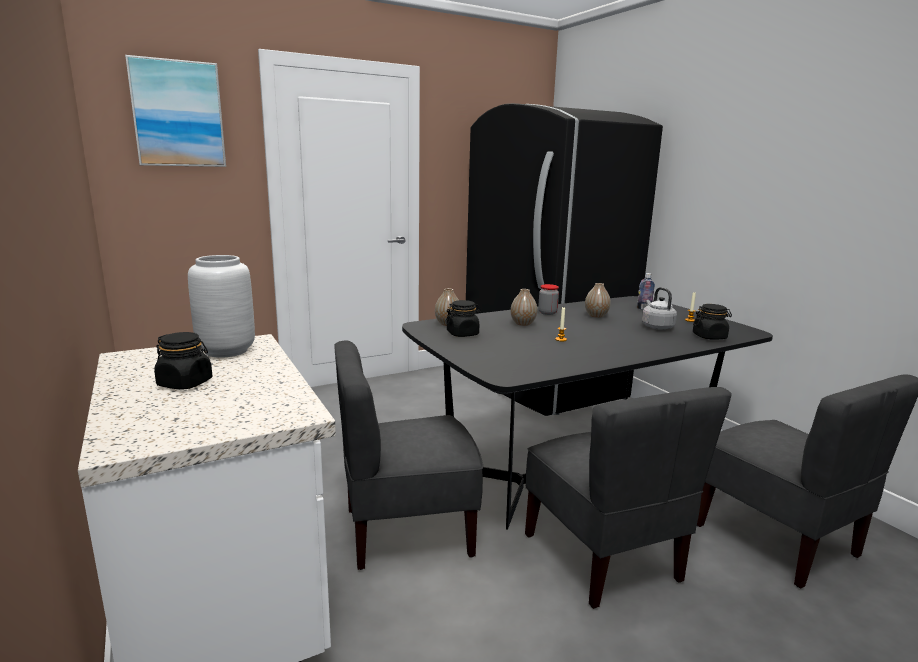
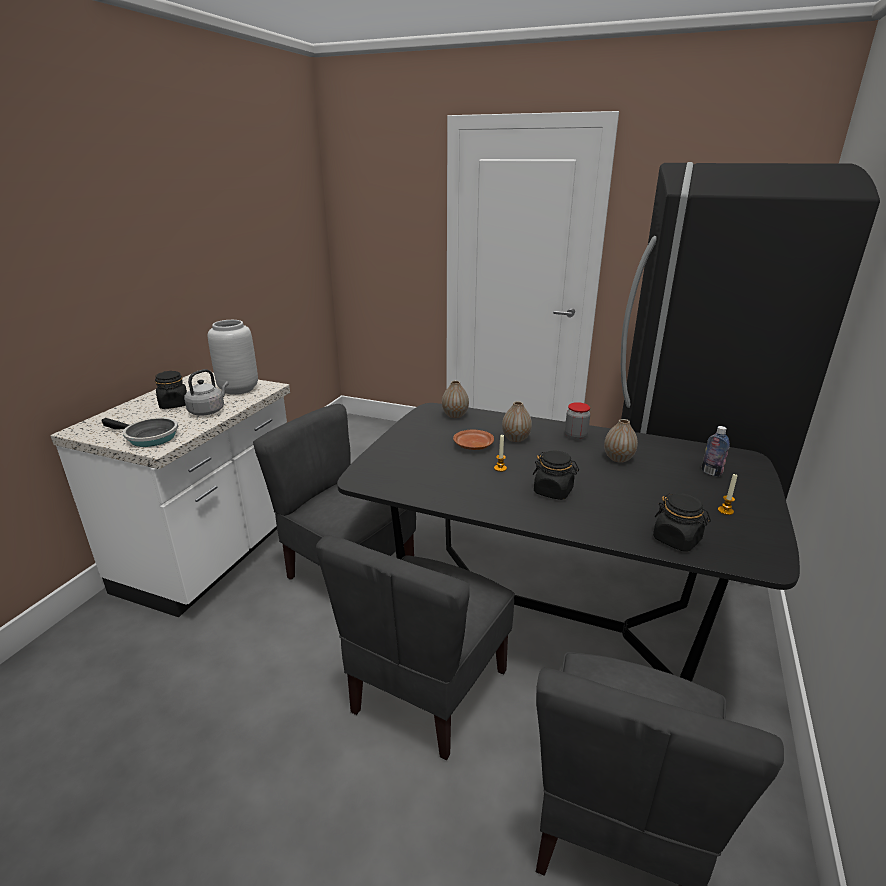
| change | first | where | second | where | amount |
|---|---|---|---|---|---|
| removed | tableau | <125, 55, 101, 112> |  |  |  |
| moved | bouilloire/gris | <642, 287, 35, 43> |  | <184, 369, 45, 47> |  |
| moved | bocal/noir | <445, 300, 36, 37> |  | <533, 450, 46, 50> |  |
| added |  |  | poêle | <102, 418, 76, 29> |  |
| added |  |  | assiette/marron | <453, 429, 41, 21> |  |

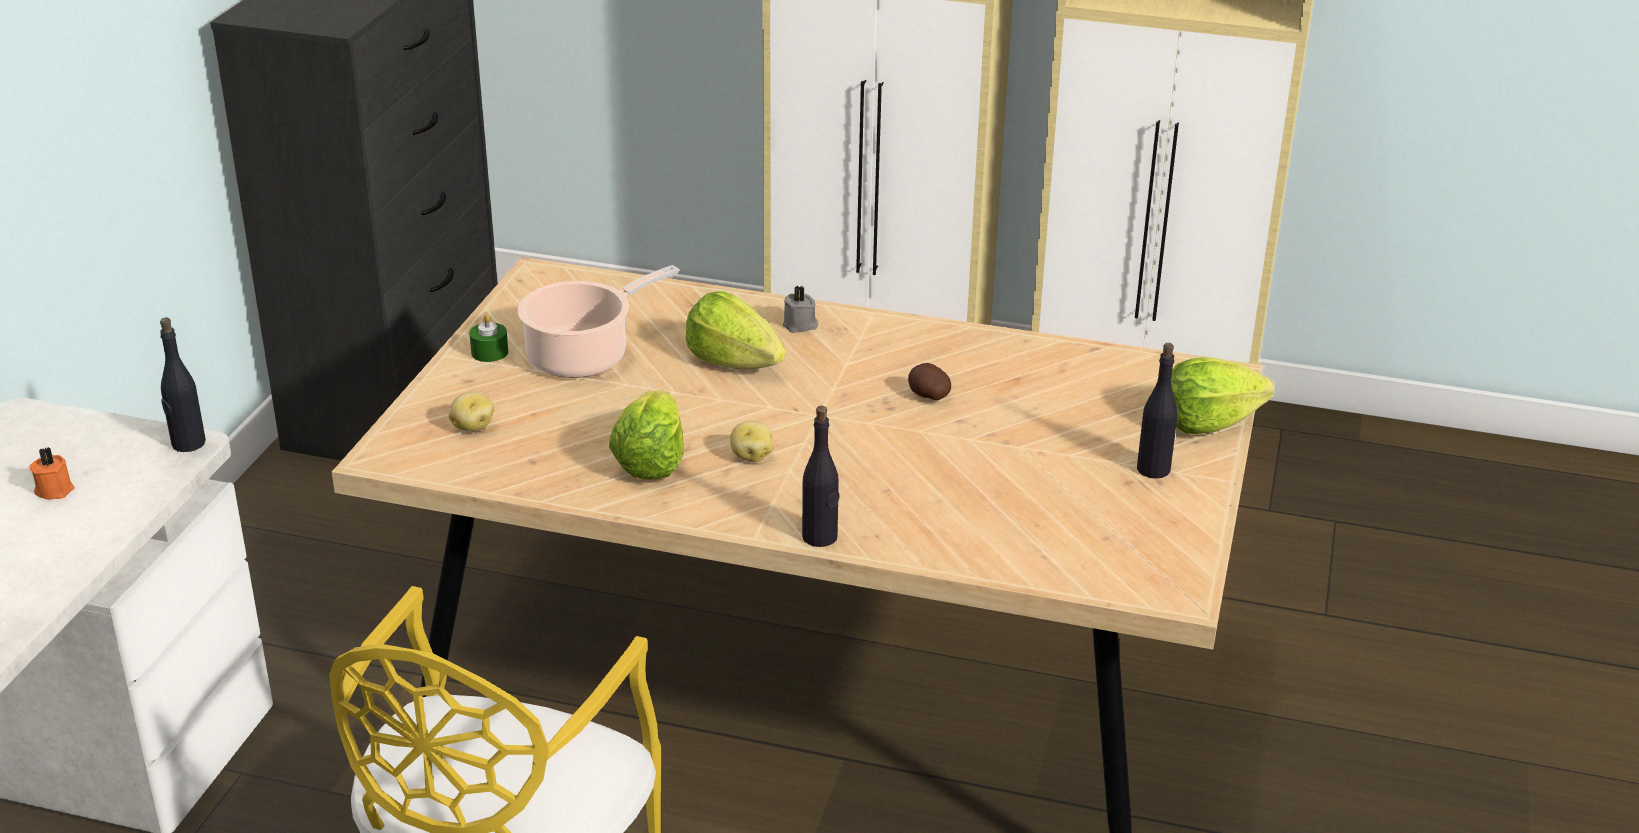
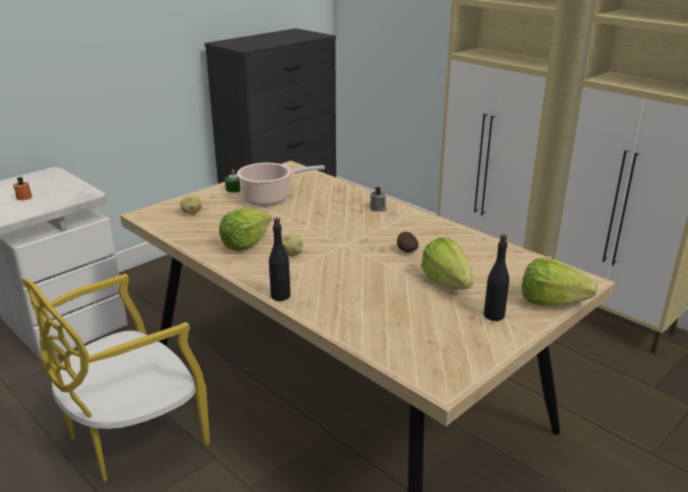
| change | first | where | second | where | amount |
|---|---|---|---|---|---|
| moved | laitue | <686, 291, 100, 78> |  | <421, 238, 52, 52> |  |
| removed | bouteille/noir | <160, 318, 46, 134> |  |  |  |

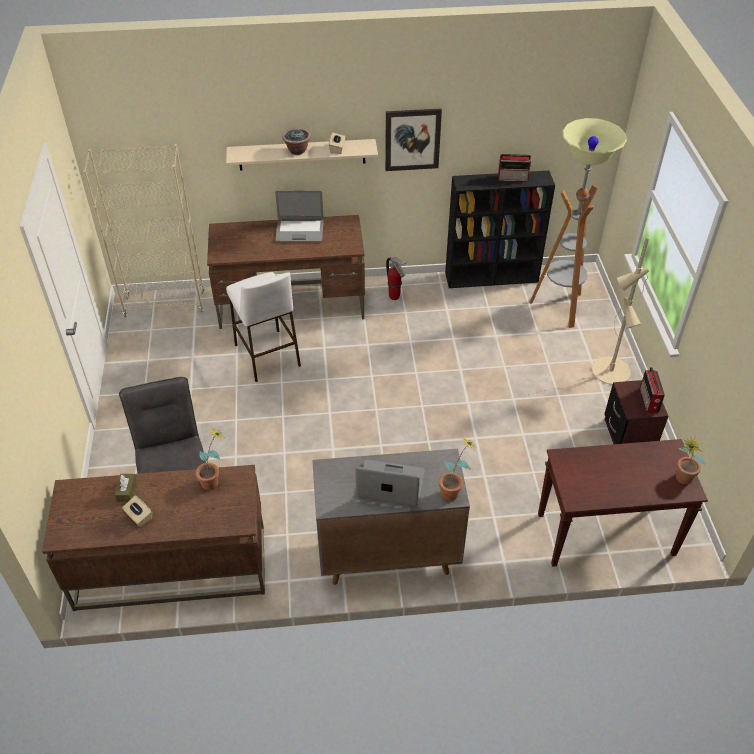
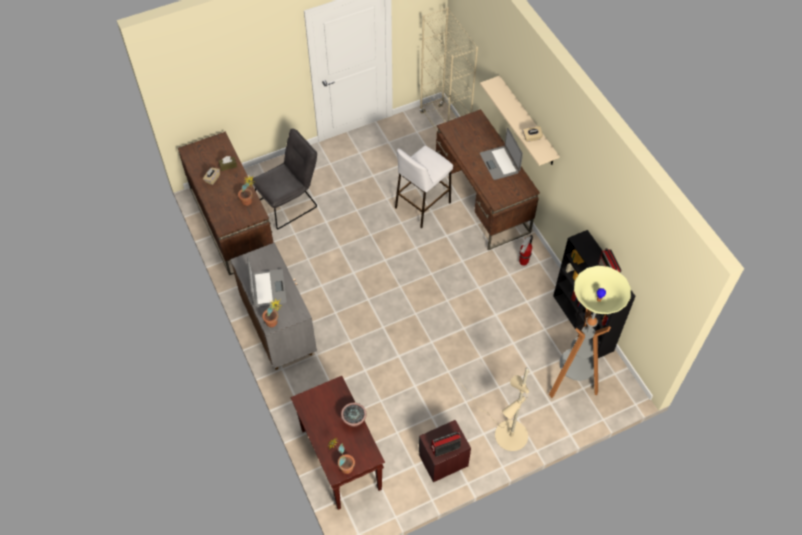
| change | first | where | second | where | amount |
|---|---|---|---|---|---|
| removed | tableau | <385, 109, 57, 62> |  |  |  |
| moved | plante en pot | <282, 128, 29, 27> |  | <341, 403, 25, 24> |  |

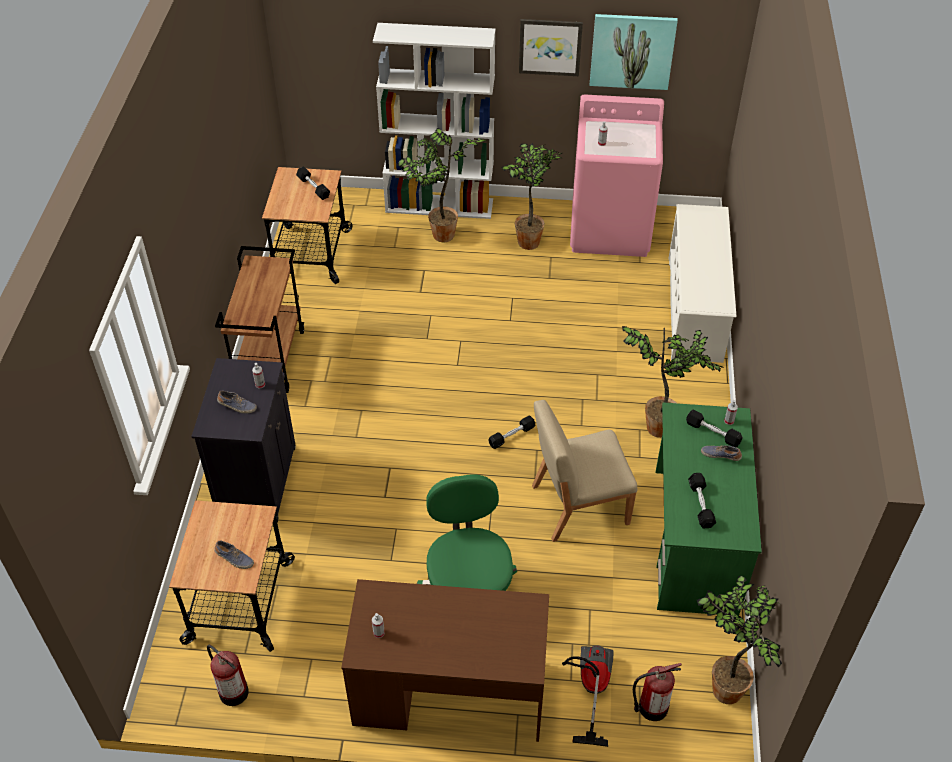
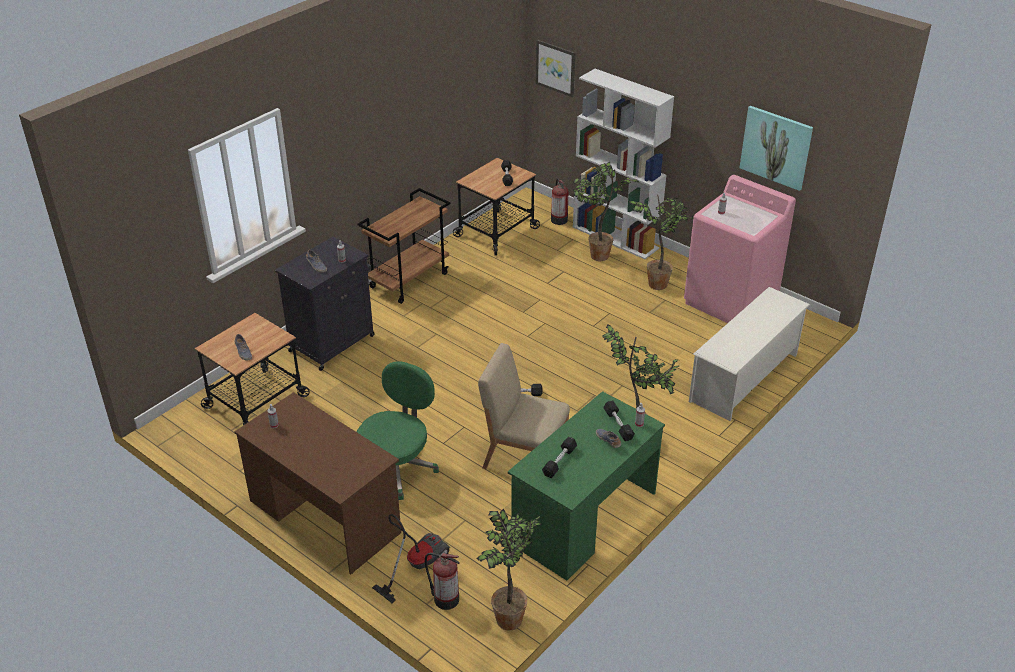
| change | first | where | second | where | amount |
|---|---|---|---|---|---|
| moved | tableau | <519, 19, 64, 57> |  | <536, 40, 39, 57> |  |
| moved | extincteur | <207, 645, 42, 61> |  | <551, 178, 17, 47> |  |

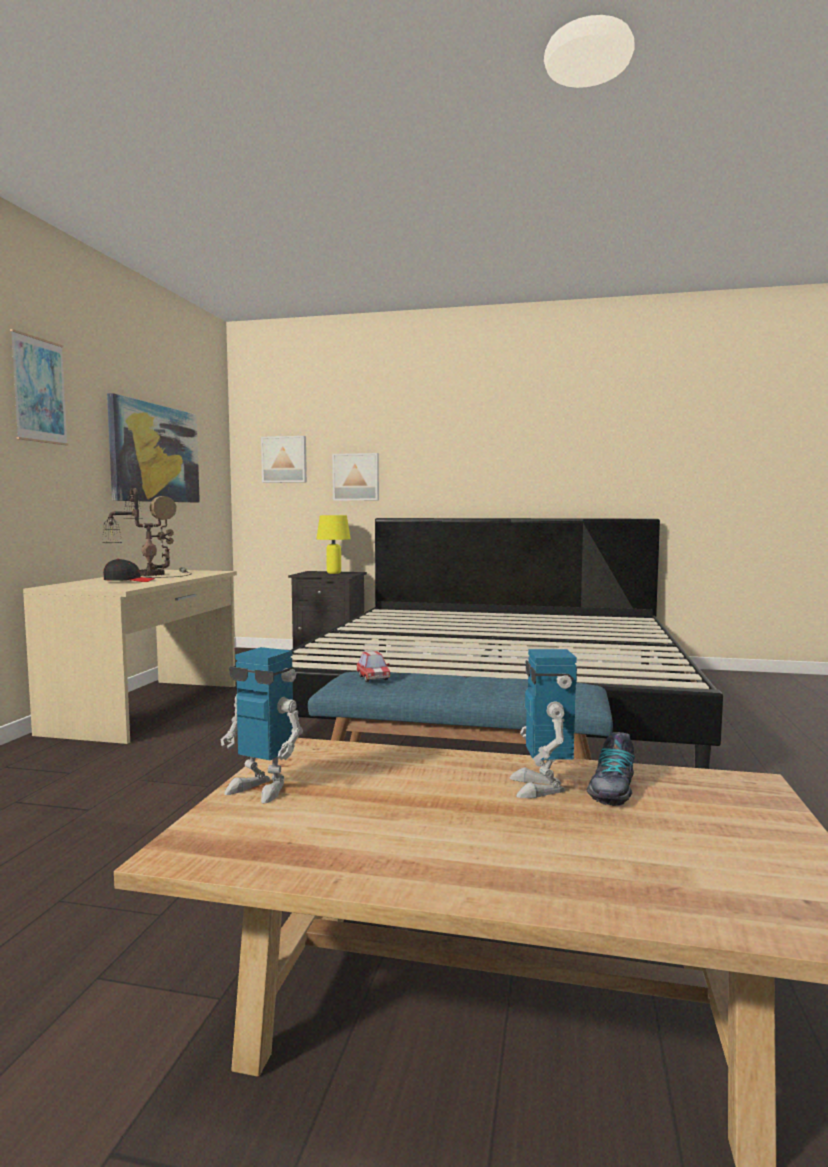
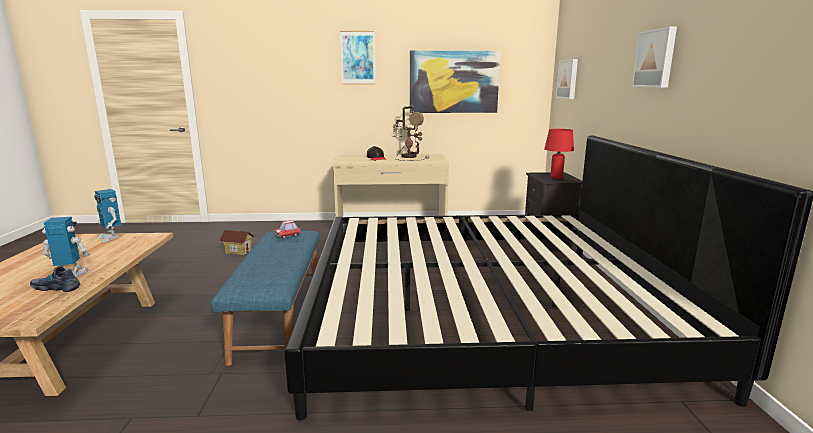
| change | first | where | second | where | amount |
|---|---|---|---|---|---|
| moved | tableau | <332, 453, 47, 48> |  | <632, 26, 45, 61> |  |
| recoloured | lampe de table/jaune | <317, 515, 34, 59> | lampe de table/rouge | <544, 129, 30, 50> |  |
| turned | robot jouet | <220, 647, 83, 156> |  | <94, 189, 27, 53> | 60 degrees counterclockwise |
| added |  |  | maison miniature | <219, 230, 36, 25> |  |

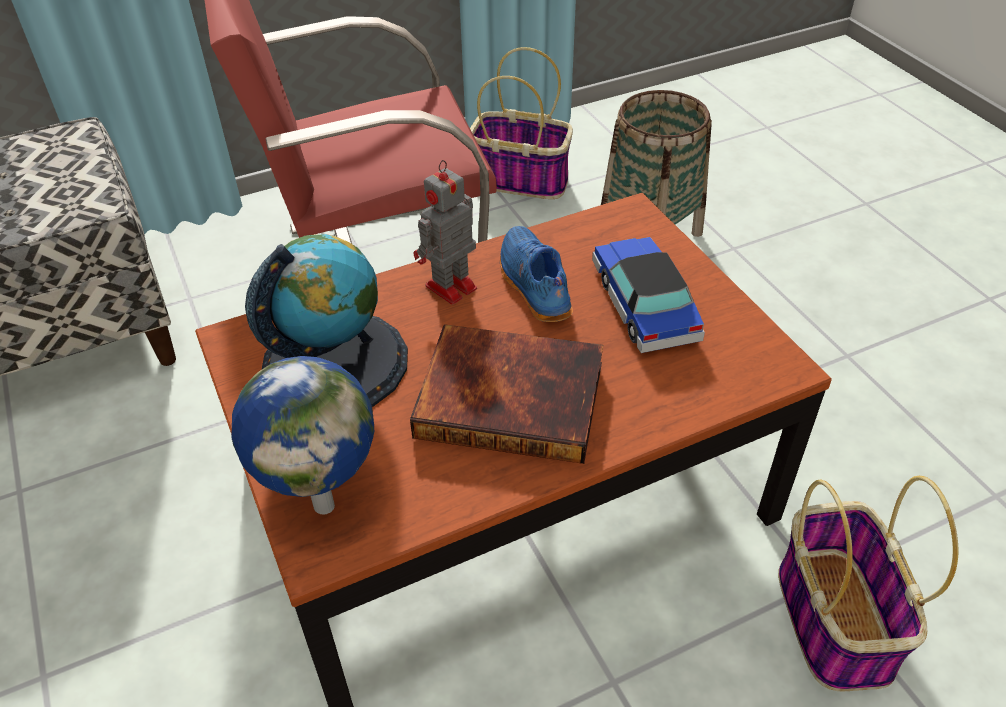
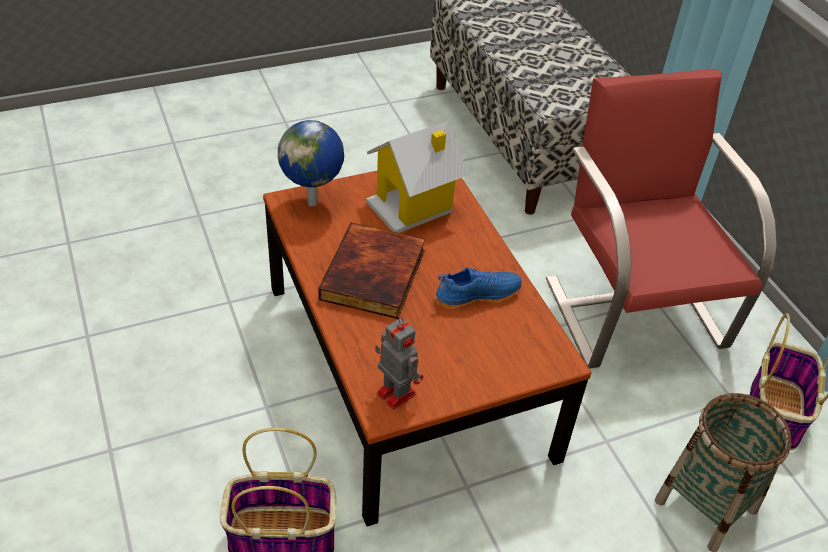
| change | first | where | second | where | amount |
|---|---|---|---|---|---|
| moved | robot jouet | <414, 160, 63, 145> |  | <375, 317, 49, 92> |  |
| replaced | globe | <245, 234, 163, 173> | maison miniature | <366, 121, 102, 112> |  |
| removed | petite voiture | <592, 237, 113, 116> |  |  |  |

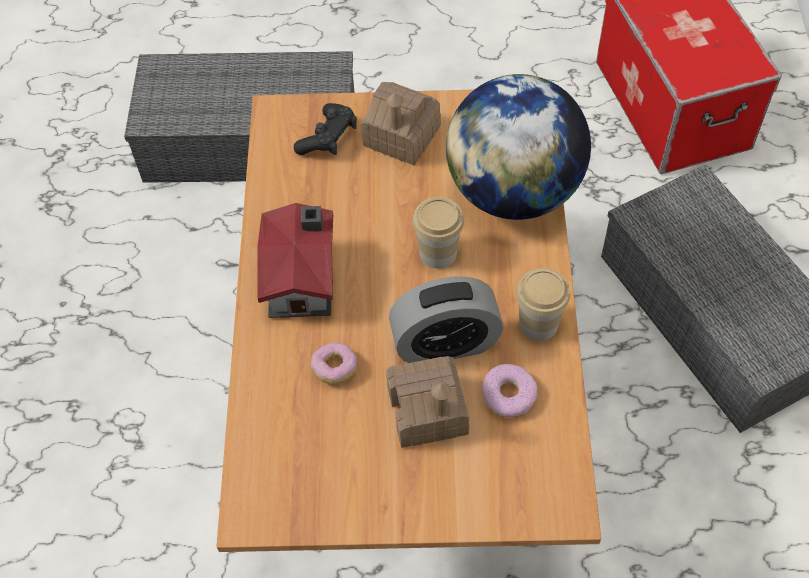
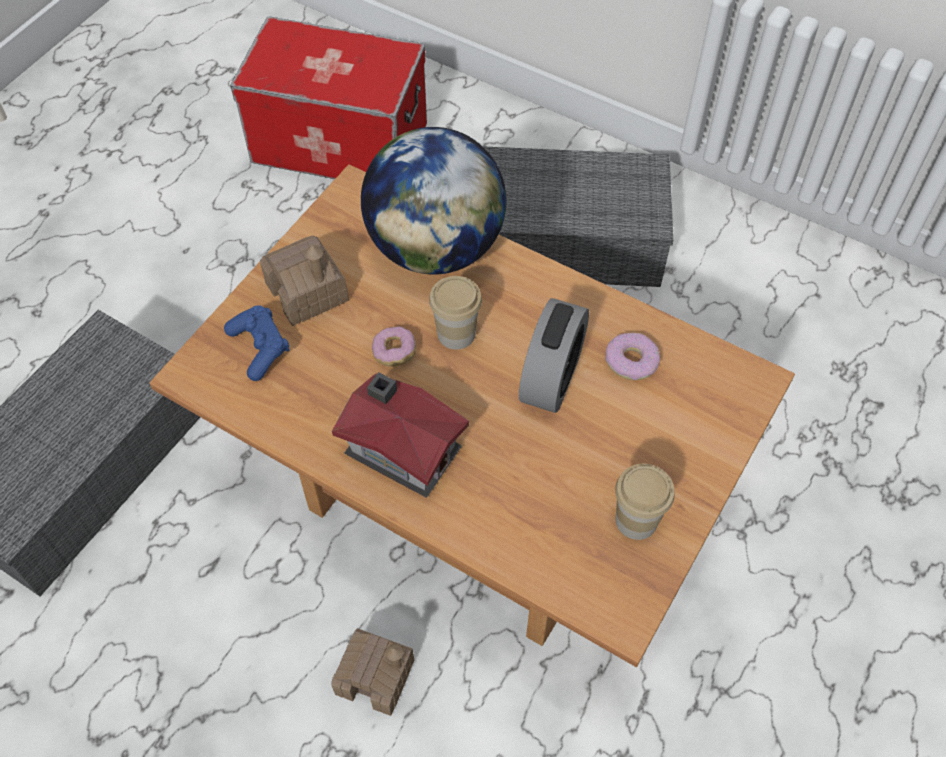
| change | first | where | second | where | amount |
|---|---|---|---|---|---|
| recoloured | manette/noir | <294, 103, 63, 52> | manette/bleu | <224, 305, 65, 76> |  |
| moved | tasse | <516, 268, 54, 73> |  | <615, 464, 60, 76> |  |
| moved | beignet | <311, 343, 46, 42> |  | <372, 326, 44, 41> |  |
| moved | maison miniature | <386, 356, 83, 92> |  | <331, 628, 83, 88> |  |

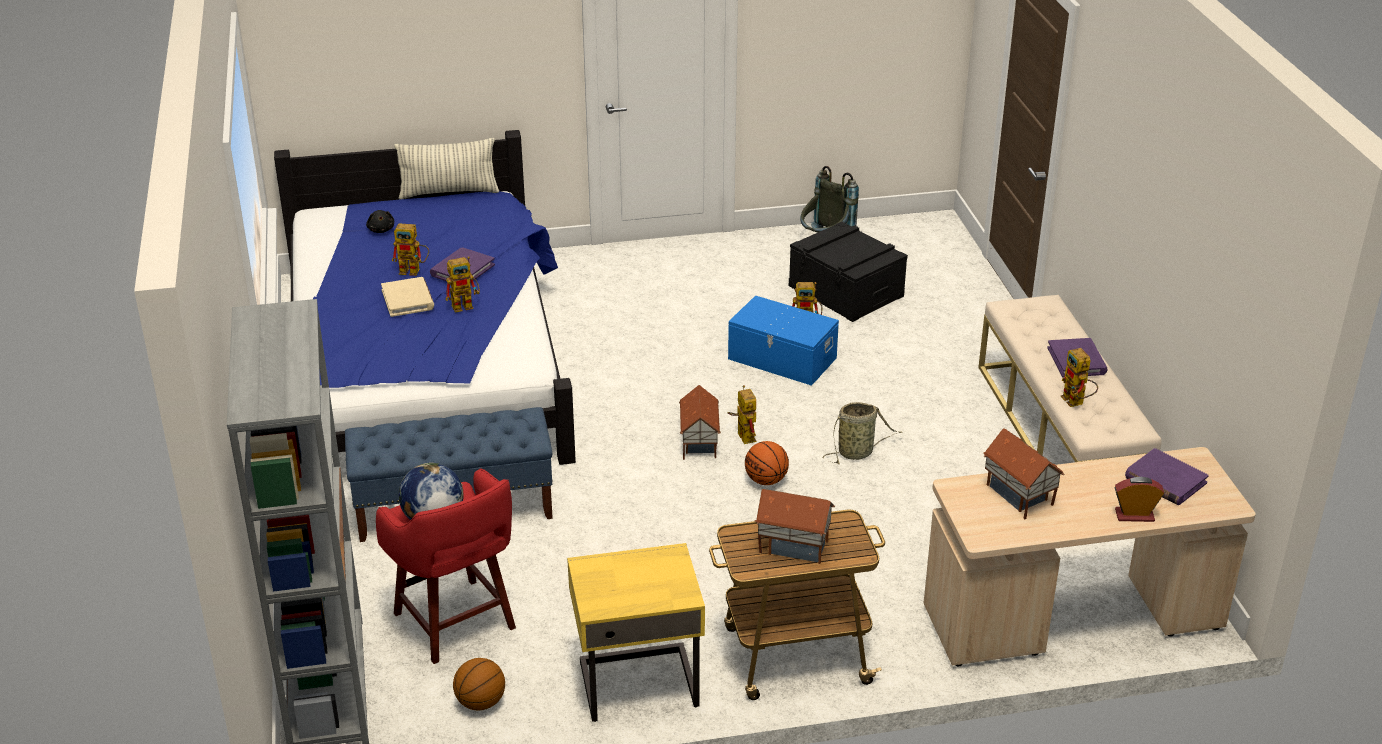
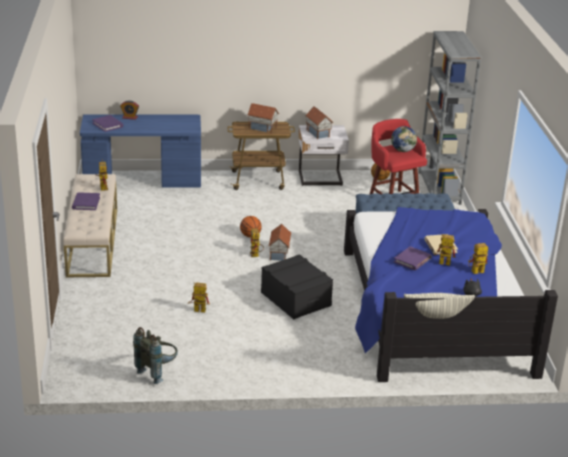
| change | first | where | second | where | amount |
|---|---|---|---|---|---|
| moved | boîte de rangement/noir | <789, 222, 119, 100> |  | <261, 254, 72, 65> |  |
| moved | robot jouet | <446, 256, 34, 57> |  | <468, 243, 20, 31> |  |
| removed | boîte de rangement/bleu | <728, 295, 111, 91> |  |  |  |
| removed | panier | <823, 402, 80, 62> |  |  |  |
| moved | maison miniature | <983, 428, 82, 92> |  | <305, 106, 28, 33> |  |
| recoloured | bureau/beige | <924, 447, 332, 219> | bureau/bleu | <80, 114, 121, 74> |  |
| recoloured | table de chevet/jaune | <567, 543, 138, 179> | table de chevet/blanc | <298, 125, 51, 61> |  |

